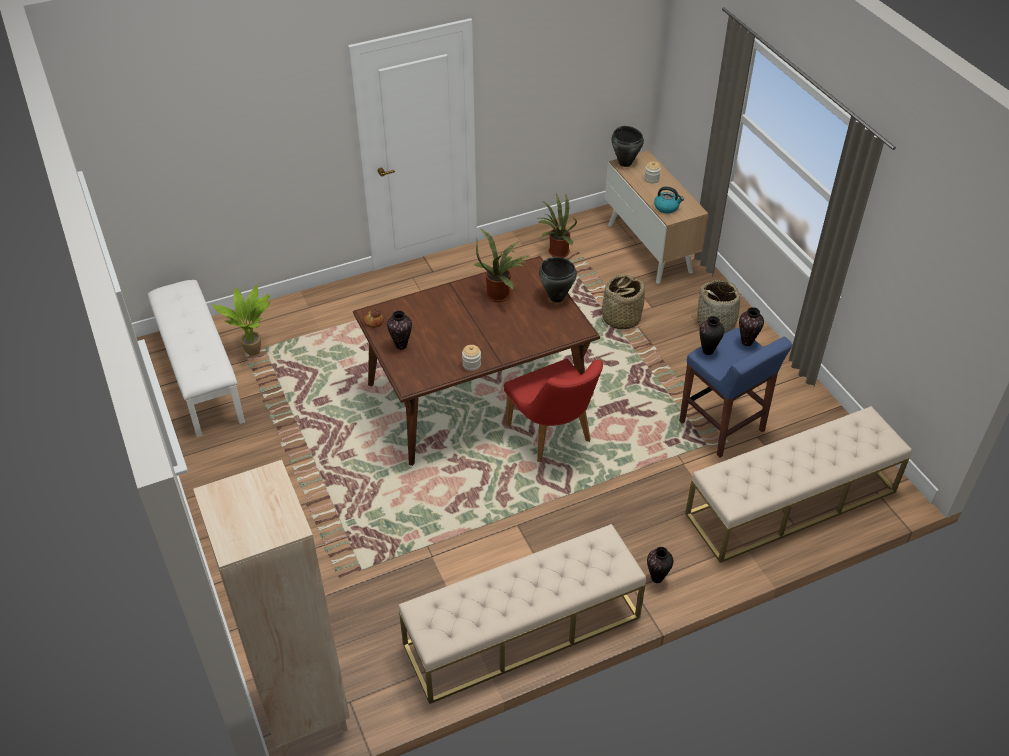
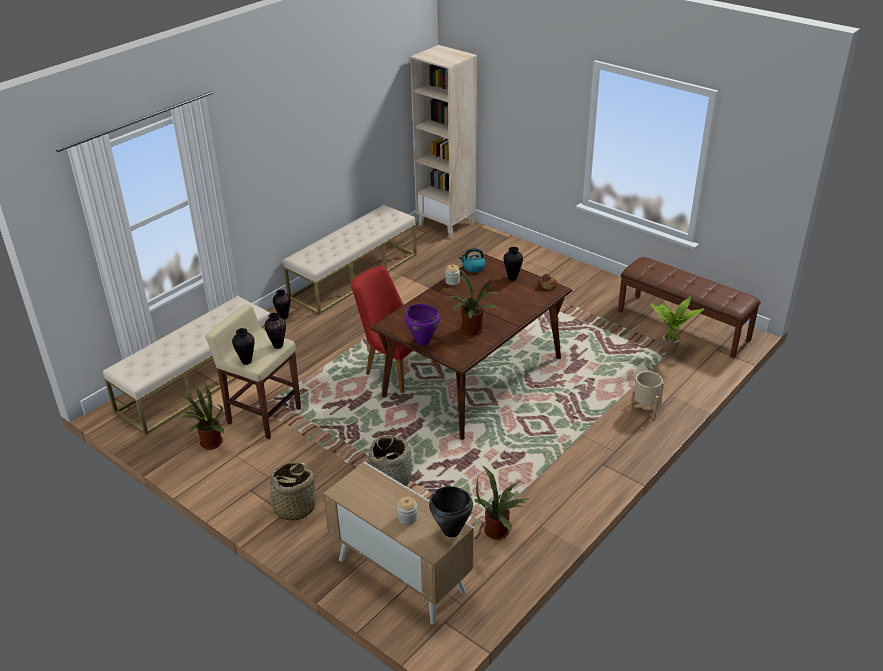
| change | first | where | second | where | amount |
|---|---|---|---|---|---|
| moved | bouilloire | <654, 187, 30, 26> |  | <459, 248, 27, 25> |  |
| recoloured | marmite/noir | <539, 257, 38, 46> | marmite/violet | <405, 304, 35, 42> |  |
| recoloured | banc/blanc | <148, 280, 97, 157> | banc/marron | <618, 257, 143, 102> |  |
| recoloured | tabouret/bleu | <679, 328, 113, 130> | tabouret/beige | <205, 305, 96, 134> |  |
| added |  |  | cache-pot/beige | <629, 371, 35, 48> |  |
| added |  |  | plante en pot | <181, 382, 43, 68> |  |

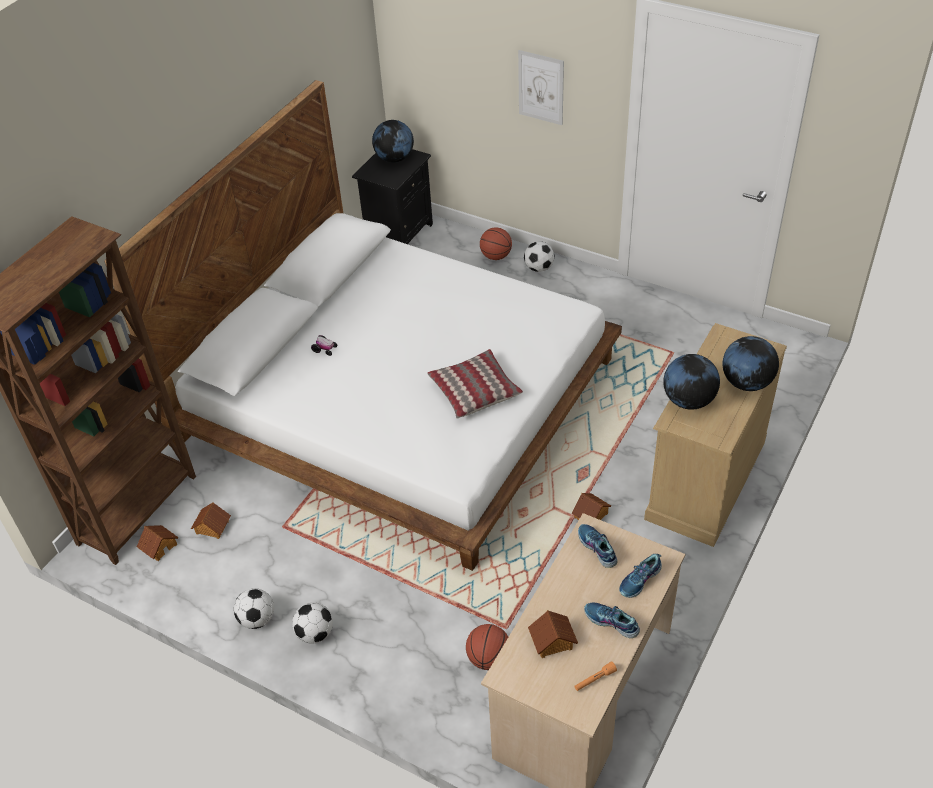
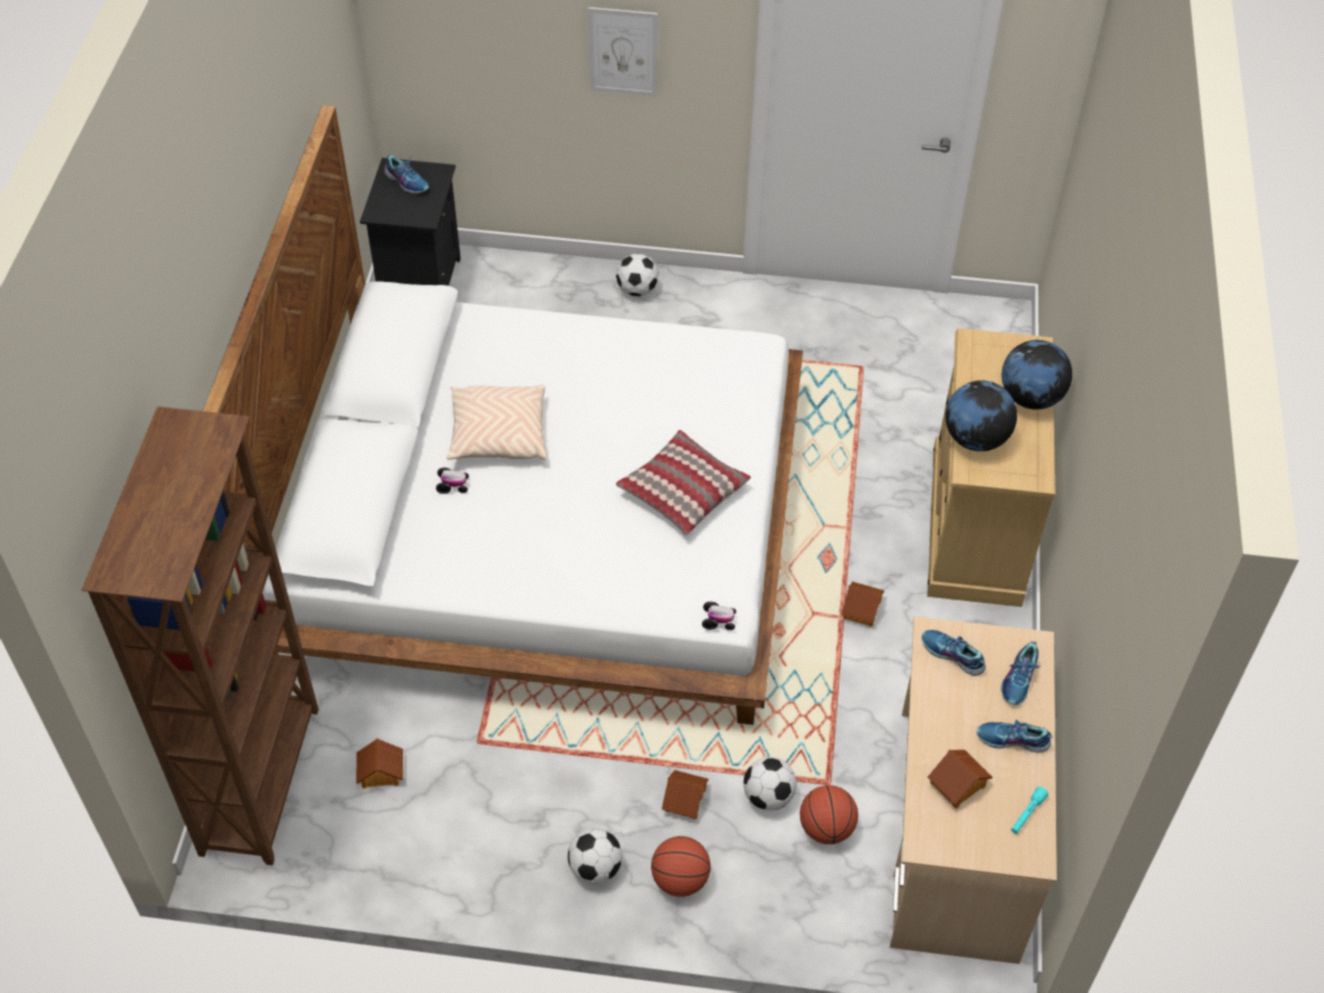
| change | first | where | second | where | amount |
|---|---|---|---|---|---|
| replaced | globe | <372, 120, 42, 42> | chaussure | <384, 155, 45, 39> |  |
| moved | ballon de basket | <480, 227, 32, 33> |  | <651, 836, 60, 61> |  |
| moved | maison miniature | <137, 525, 41, 36> |  | <662, 770, 46, 49> |  |
| moved | ballon de foot | <234, 588, 40, 41> |  | <744, 757, 53, 54> |  |
| recoloured | lampe de poche/orange | <575, 661, 42, 30> | lampe de poche/turquoise | <1011, 787, 38, 47> |  |
| added |  |  | coussin/beige | <446, 385, 101, 75> |  |
| added |  |  | petite voiture | <702, 602, 34, 28> |  |

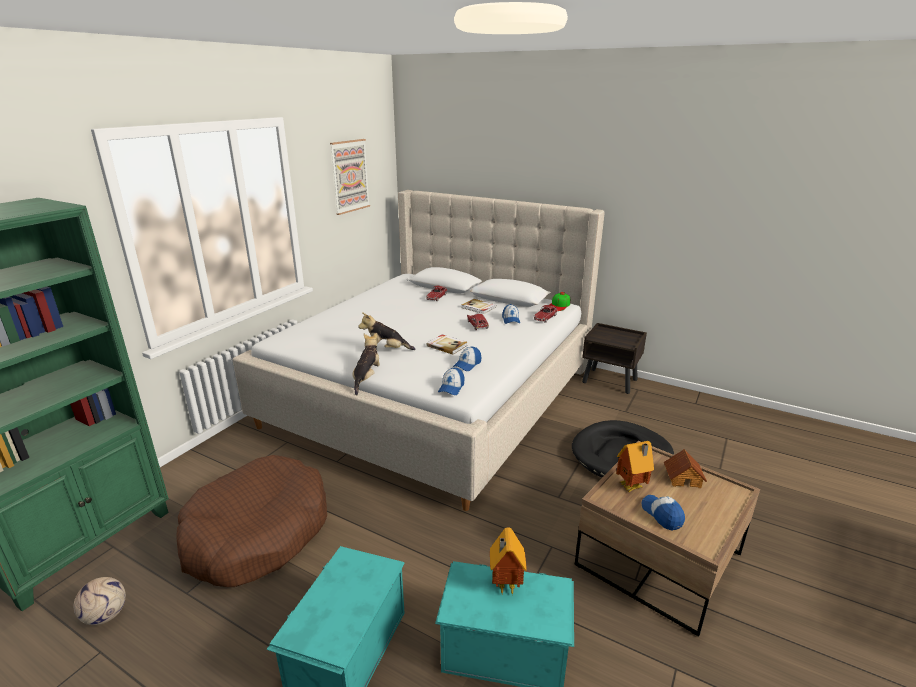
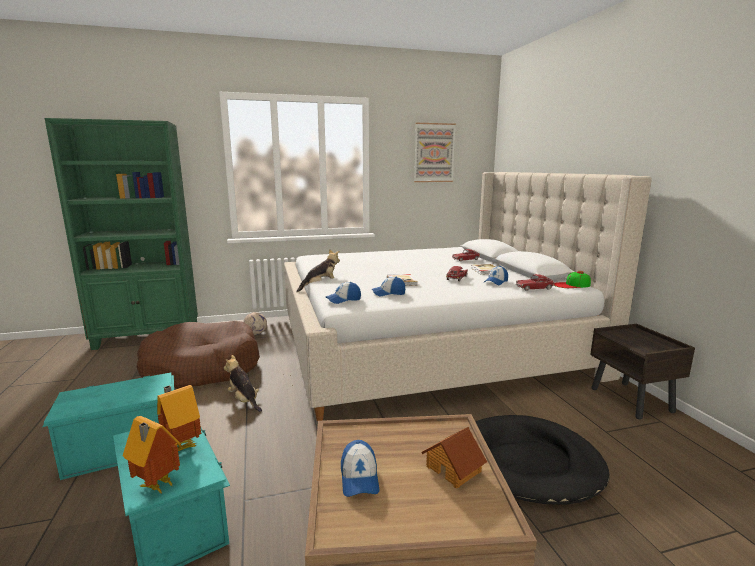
| change | first | where | second | where | amount |
|---|---|---|---|---|---|
| moved | peluche | <358, 312, 58, 38> |  | <224, 355, 38, 57> |  |
| moved | maison miniature | <616, 441, 38, 51> |  | <123, 416, 58, 78> |  |
| turned | casquette | <642, 495, 43, 36> |  | <341, 440, 38, 57> | 150 degrees clockwise |
| moved | ballon de foot | <74, 577, 52, 48> |  | <243, 312, 24, 23> |  |

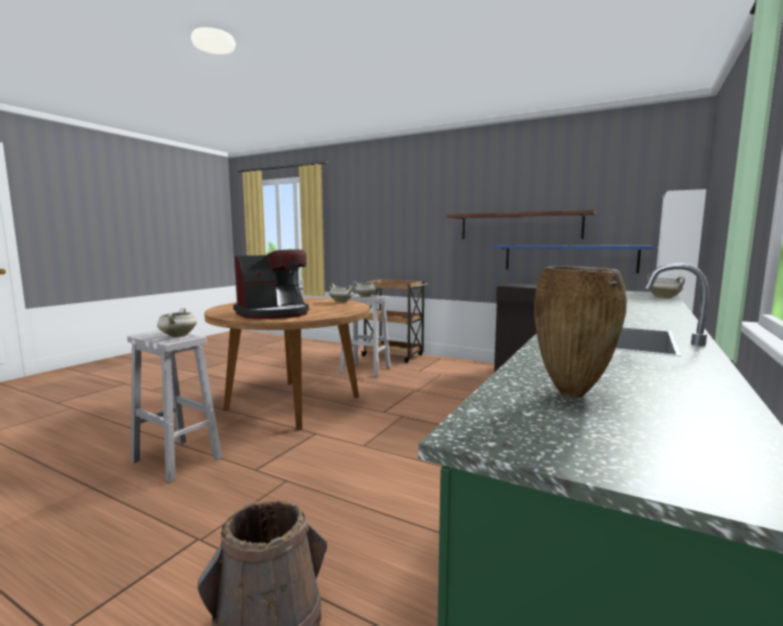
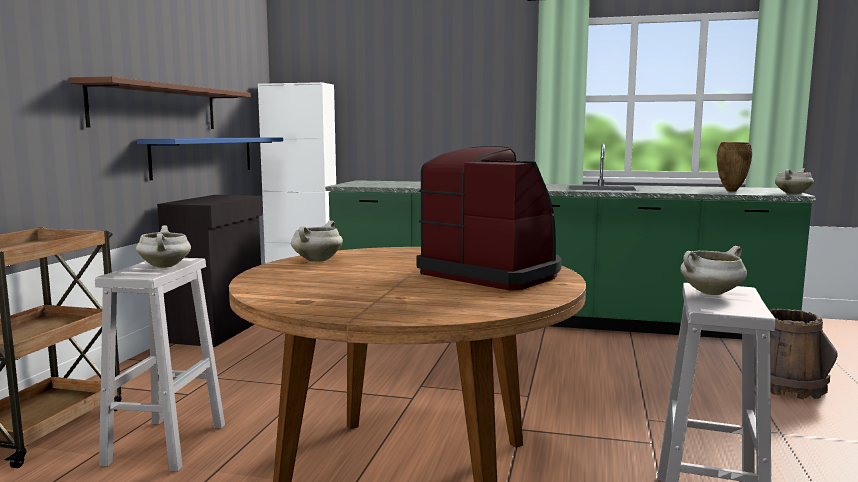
| change | first | where | second | where | amount |
|---|---|---|---|---|---|
| moved | marmite/blanc | <647, 274, 38, 25> |  | <775, 168, 39, 26> |  |

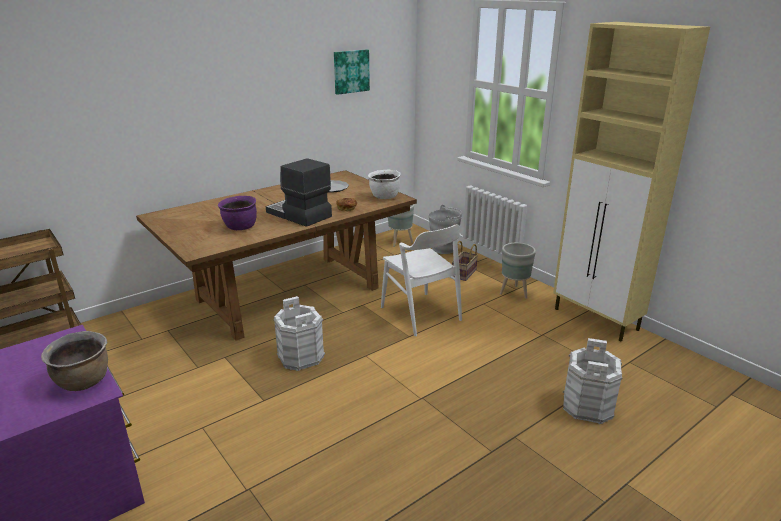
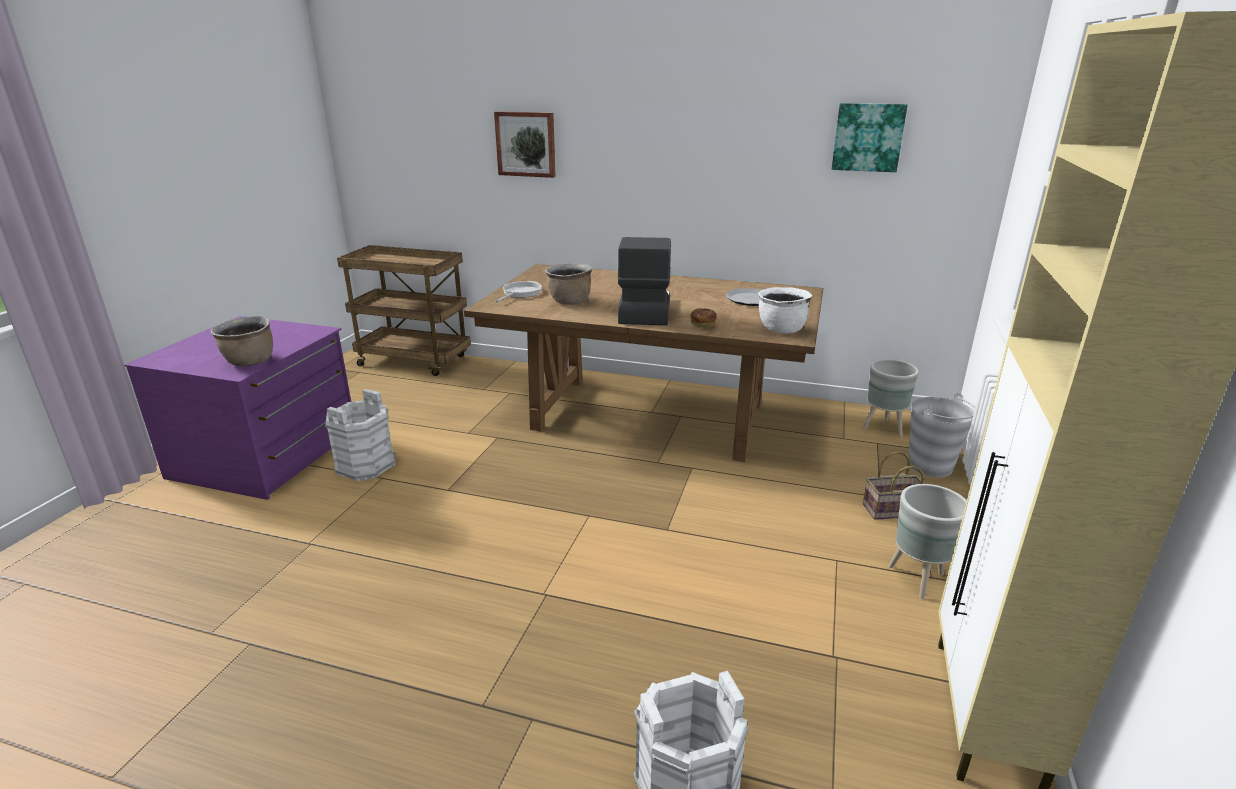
| change | first | where | second | where | amount |
|---|---|---|---|---|---|
| recoloured | marmite/violet | <218, 196, 39, 34> | marmite/marron | <545, 263, 47, 42> |  |
| removed | chaise/blanc | <381, 224, 81, 112> |  |  |  |
| moved | seau/blanc | <273, 296, 52, 75> |  | <325, 389, 71, 92> |  |
| added |  |  | tableau | <494, 111, 62, 67> |  |
| added |  |  | poêle | <496, 281, 46, 21> |  |

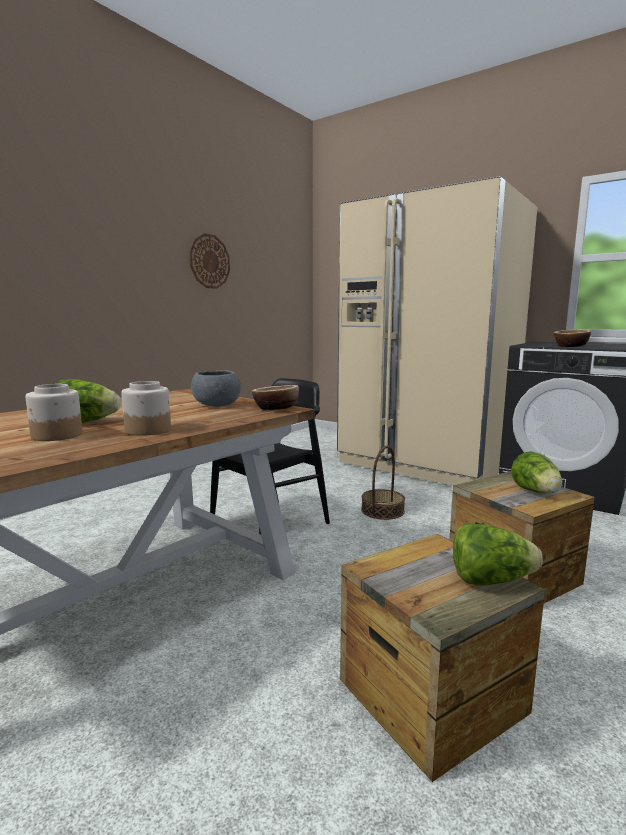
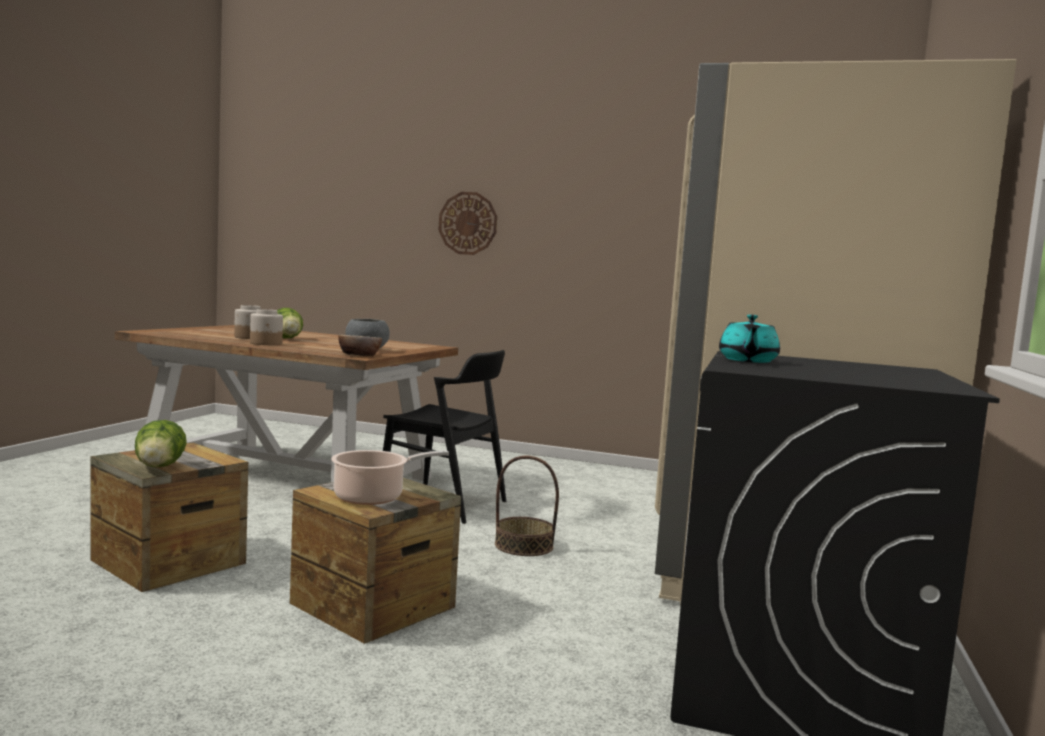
| change | first | where | second | where | amount |
|---|---|---|---|---|---|
| moved | horloge murale | <189, 233, 41, 56> |  | <438, 192, 59, 63> |  |
| replaced | bol | <554, 330, 37, 17> | théière/turquoise | <719, 315, 61, 48> |  |
| replaced | laitue | <511, 451, 51, 42> | marmite | <331, 450, 118, 55> |  |

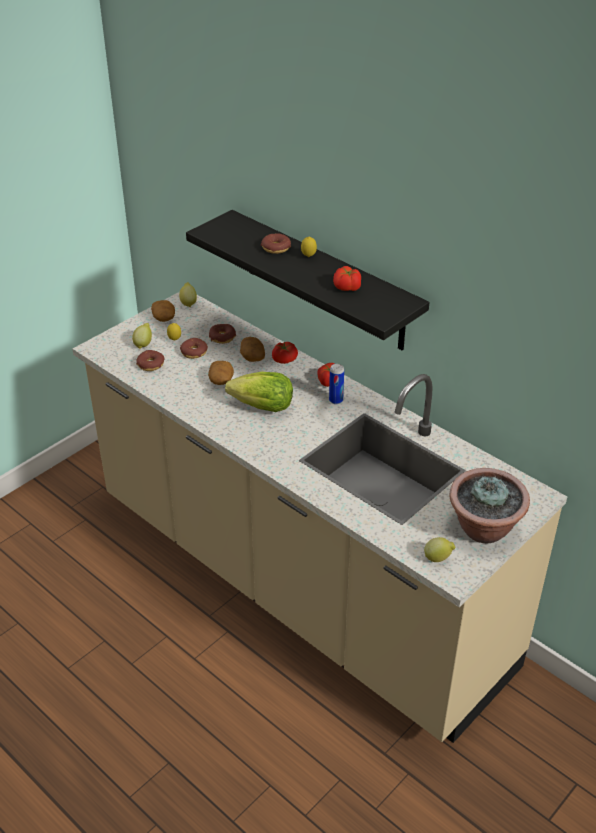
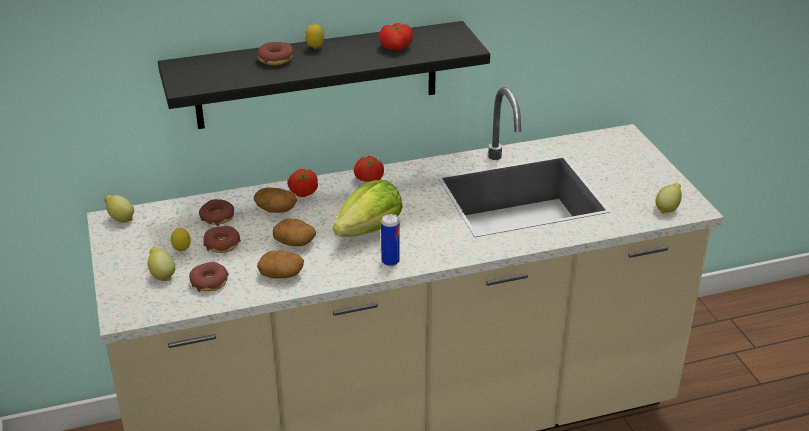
| change | first | where | second | where | amount |
|---|---|---|---|---|---|
| moved | pomme de terre | <151, 300, 24, 22> |  | <257, 250, 47, 29> |  |
| moved | boîte métallique | <329, 364, 15, 40> |  | <381, 214, 19, 52> |  |
| removed | plante en pot | <449, 468, 81, 75> |  |  |  |

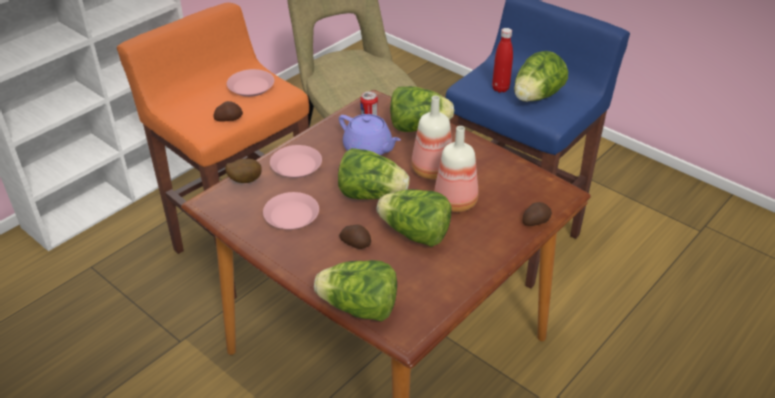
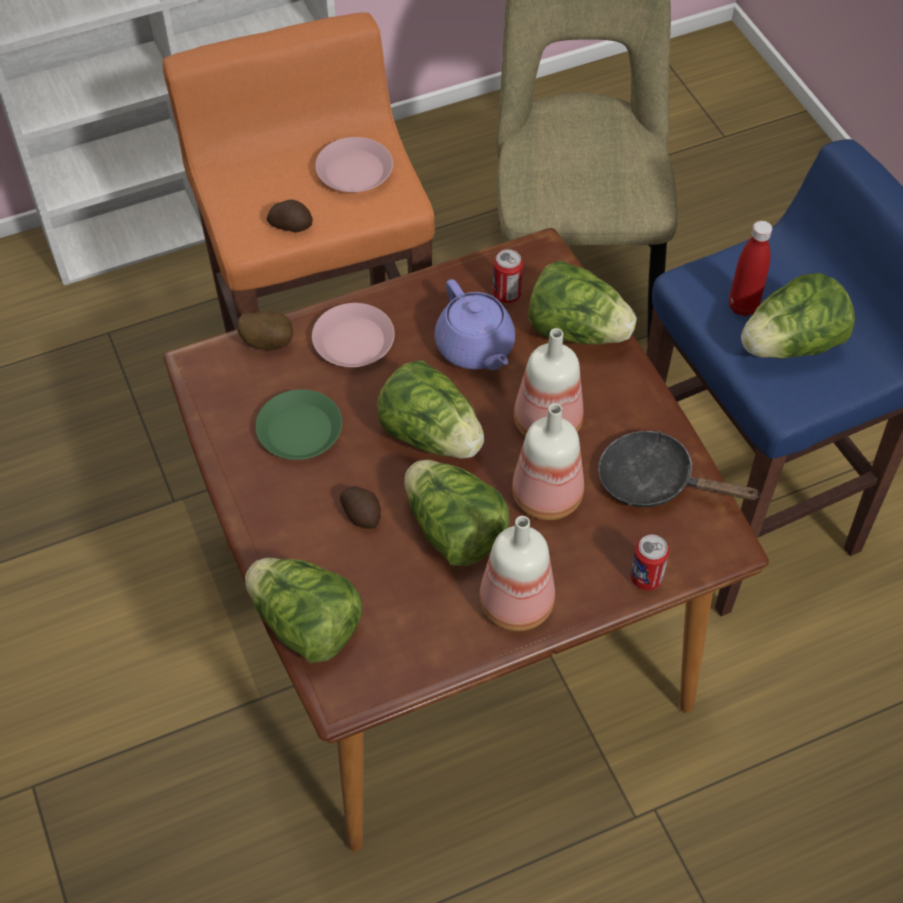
| change | first | where | second | where | amount |
|---|---|---|---|---|---|
| recoloured | assiette/rose | <263, 192, 56, 38> | assiette/vert | <256, 389, 86, 71> |  |
| replaced | pomme de terre | <522, 202, 30, 24> | boîte métallique | <630, 535, 39, 55> |  |
| added |  |  | poêle/noir | <598, 431, 162, 76> |  |
| added |  |  | bouteille | <480, 516, 75, 115> |  |

